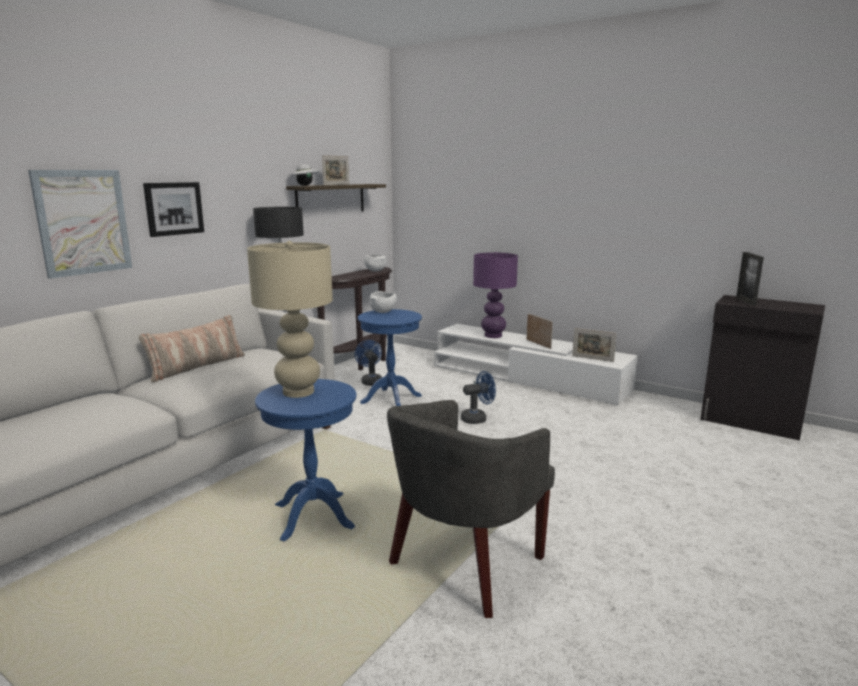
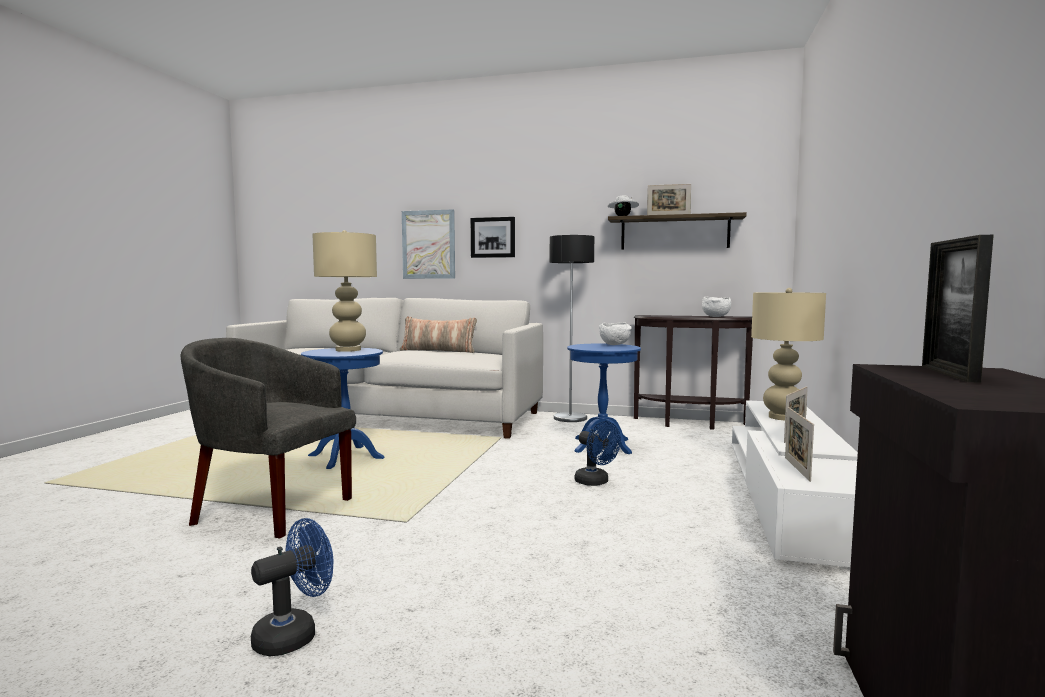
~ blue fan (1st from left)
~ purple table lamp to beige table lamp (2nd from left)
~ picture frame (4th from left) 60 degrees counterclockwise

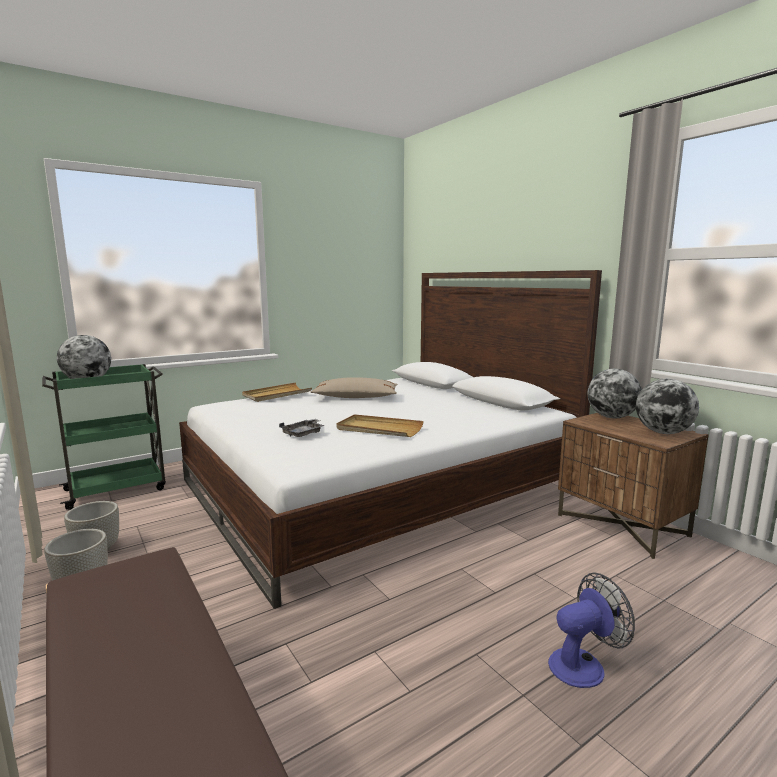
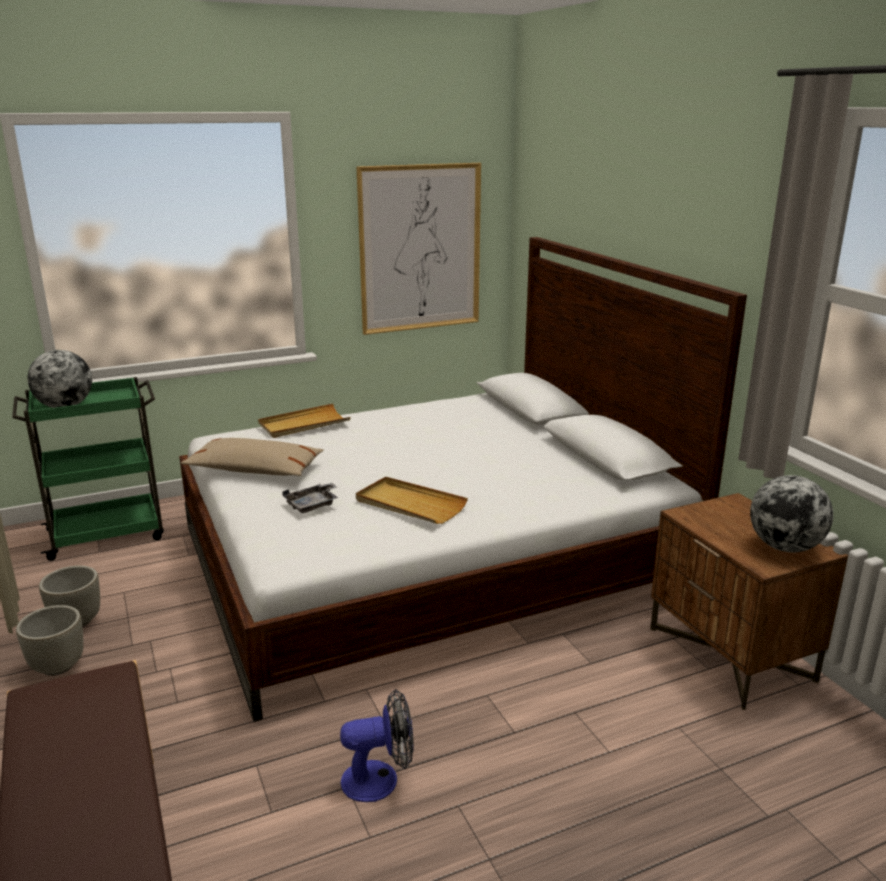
~ beige pillow
~ fan
- globe (2nd from left)
+ picture

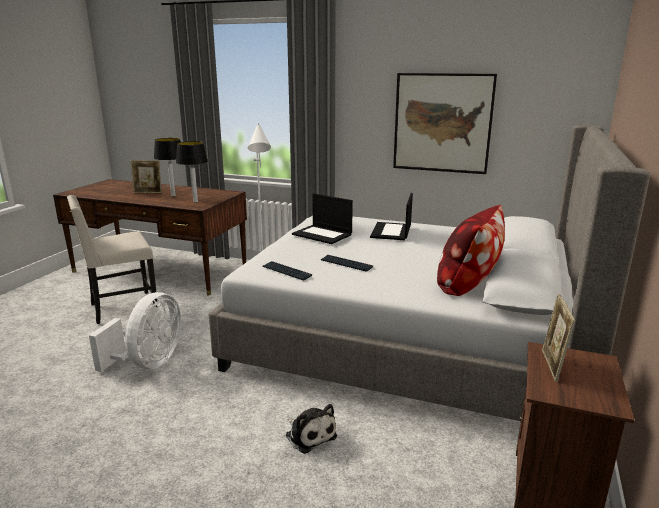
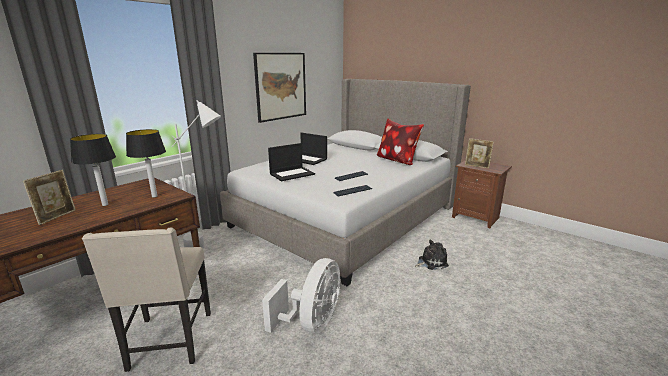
~ white fan 75 degrees clockwise

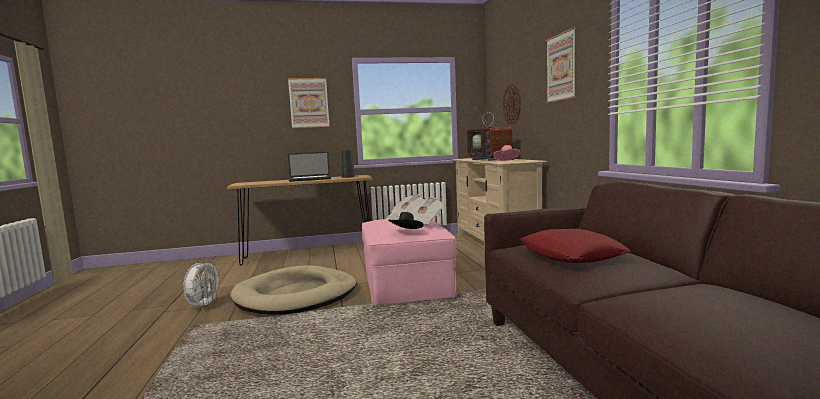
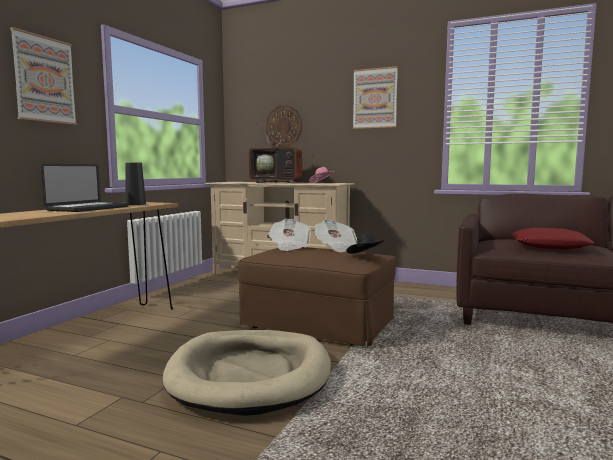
- white fan
~ pink ottoman to brown ottoman

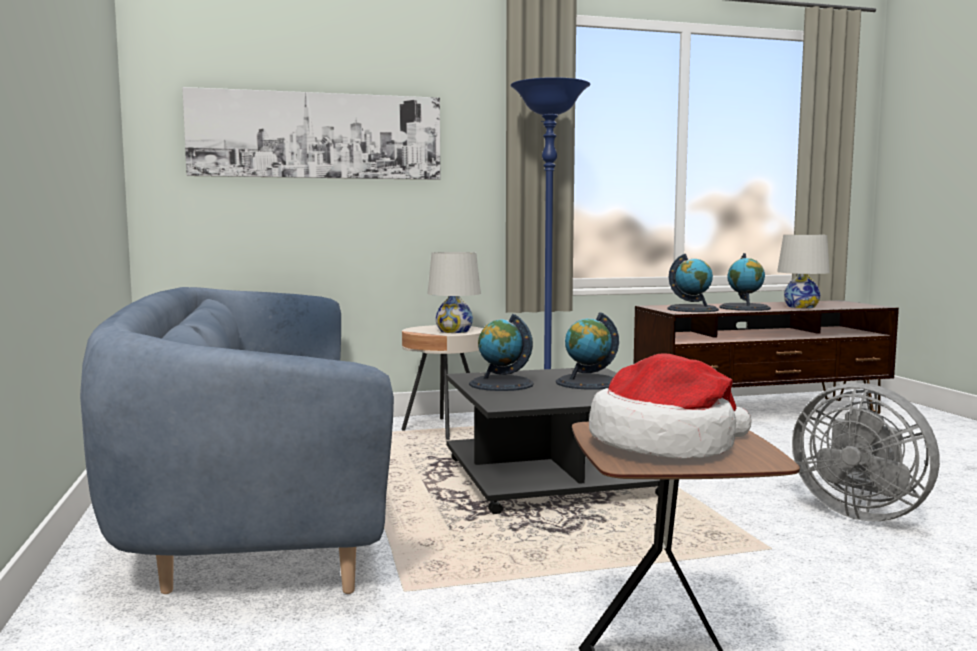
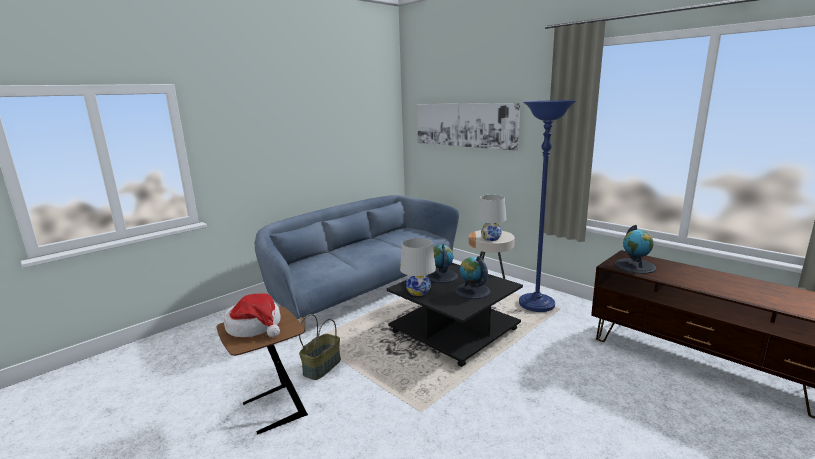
- globe (4th from left)
~ white table lamp (2nd from left in the first image) to white table lamp (1st from left)
- grey fan
+ basket

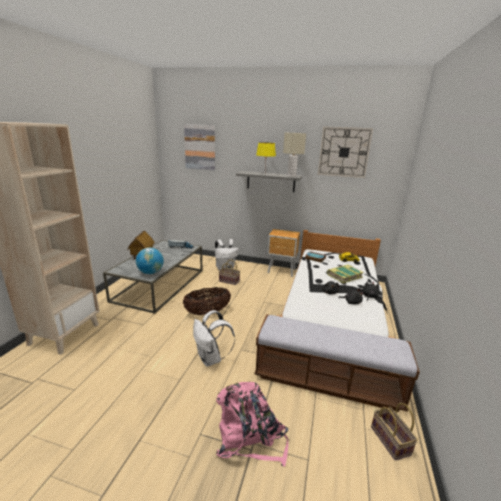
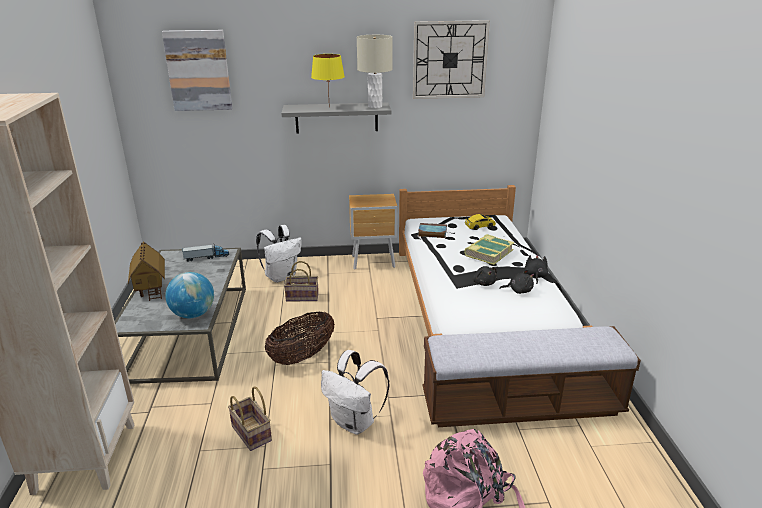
~ basket (3rd from left in the first image) to basket (1st from left)

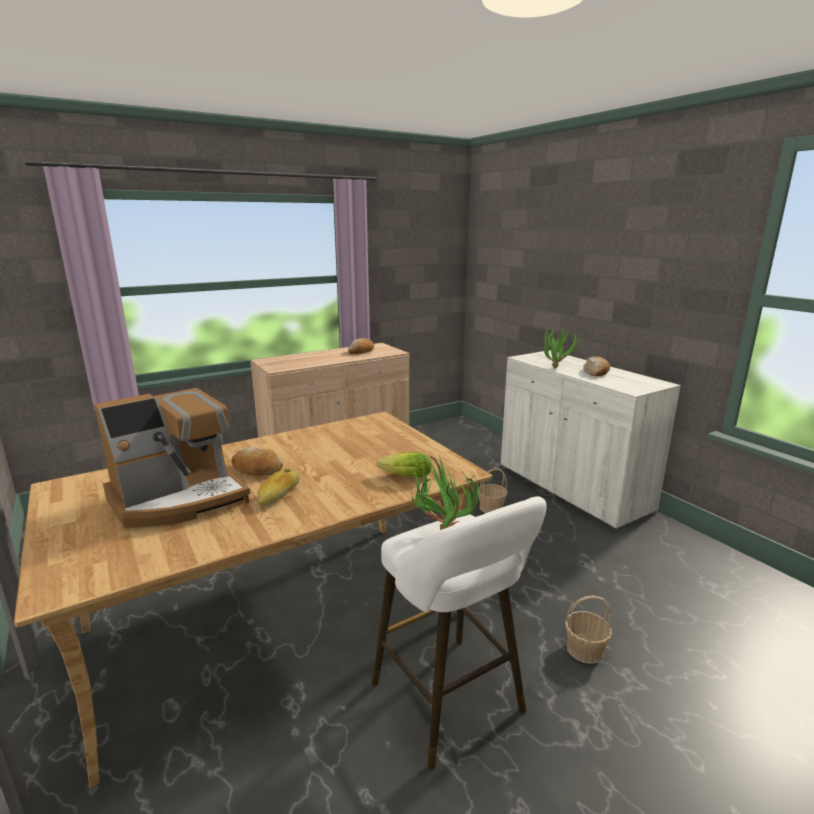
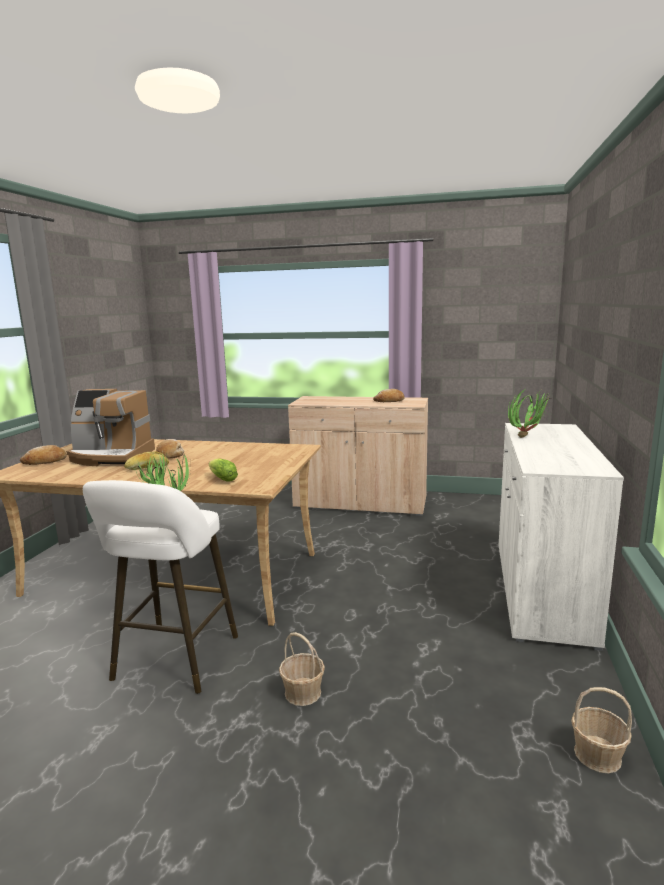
~ basket (1st from left in the first image) to basket (2nd from left)
~ bread (4th from left in the first image) to bread (1st from left)

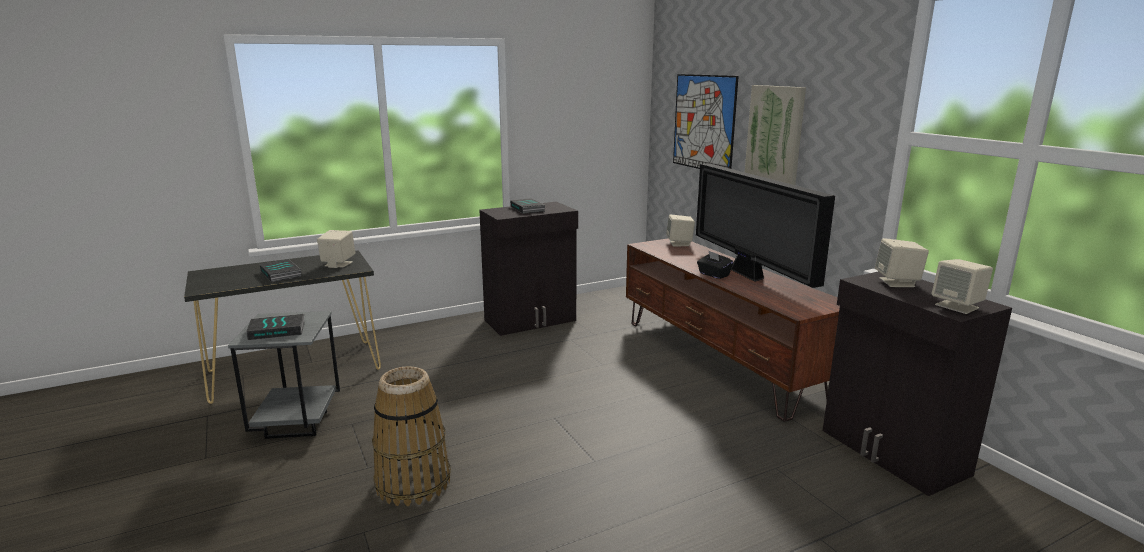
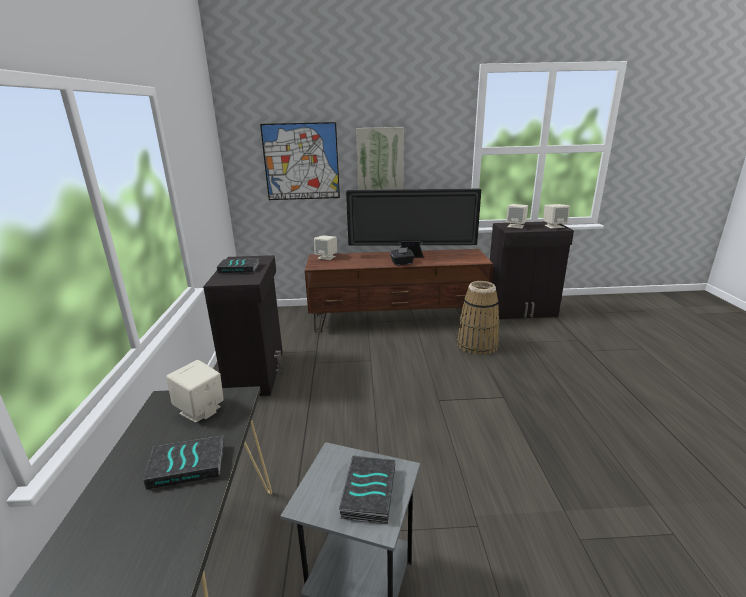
~ basket

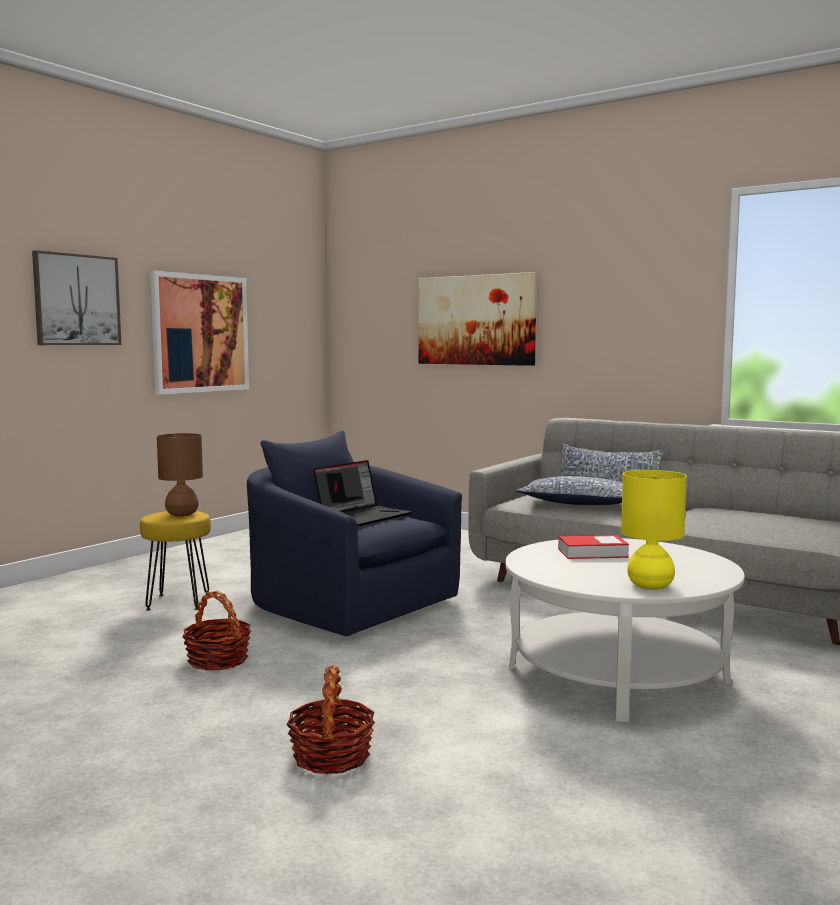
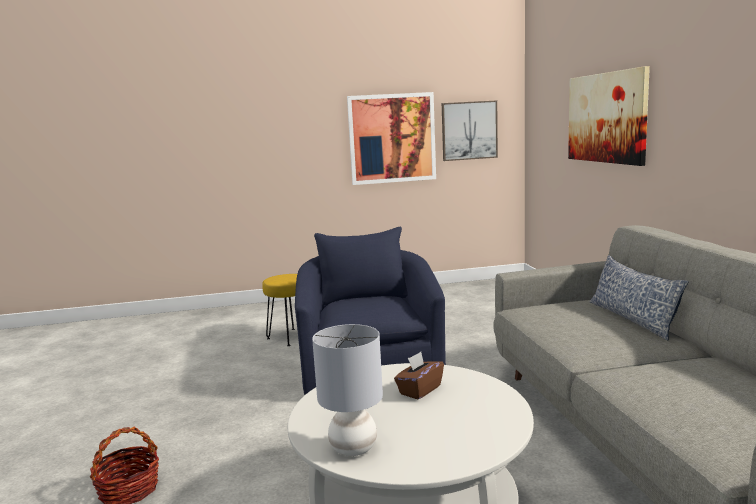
~ picture (1st from left in the first image) to picture (2nd from left)
- brown table lamp
- basket (1st from left)
- laptop
- pillow (1st from left)
~ book to brown tissue box
~ yellow table lamp to grey table lamp

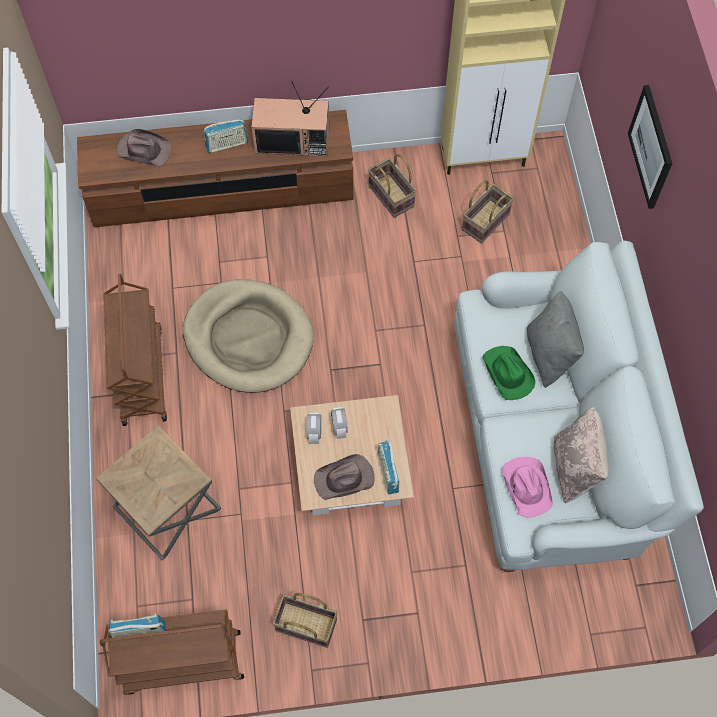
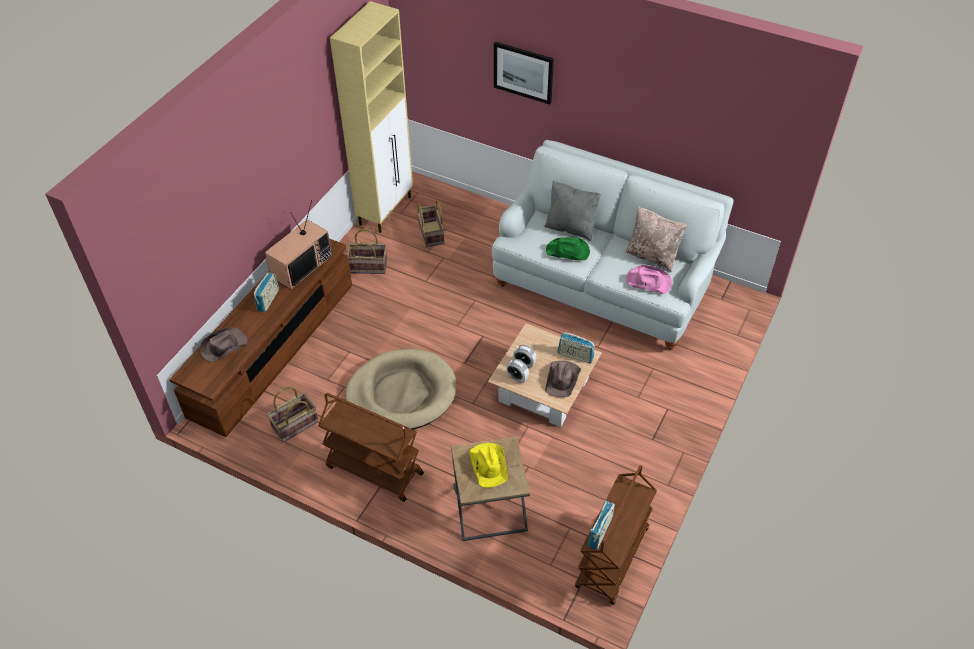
~ basket (1st from left)
+ yellow hat

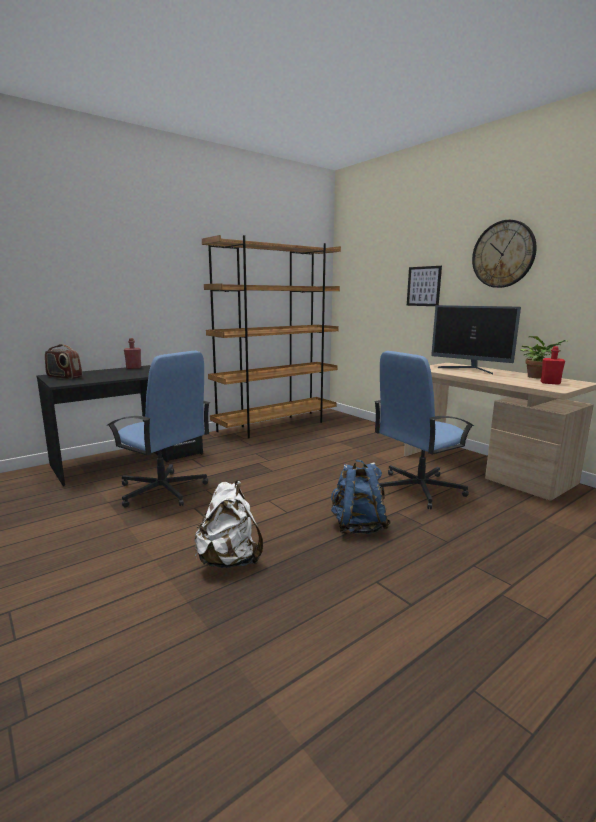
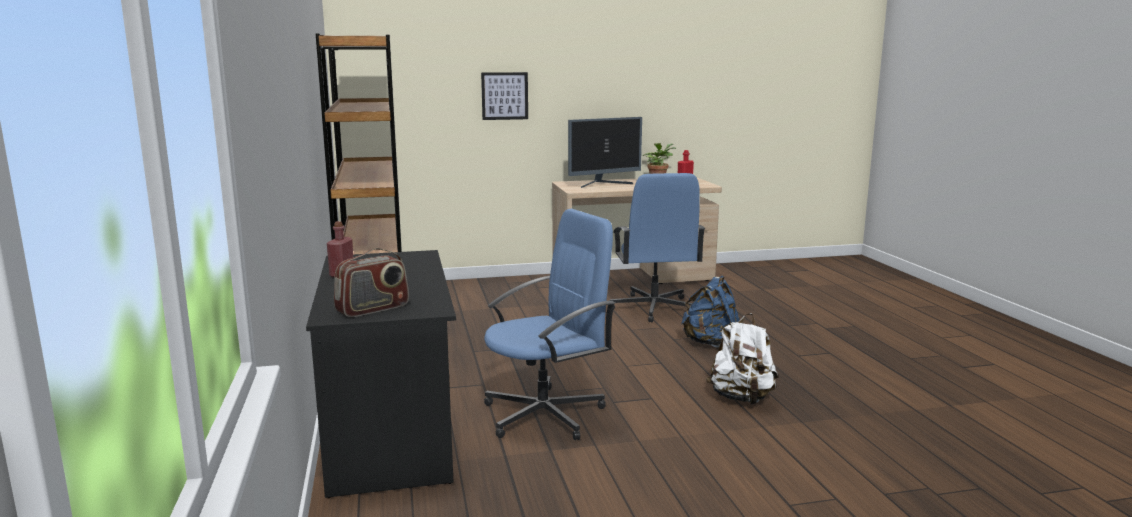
- wall clock

